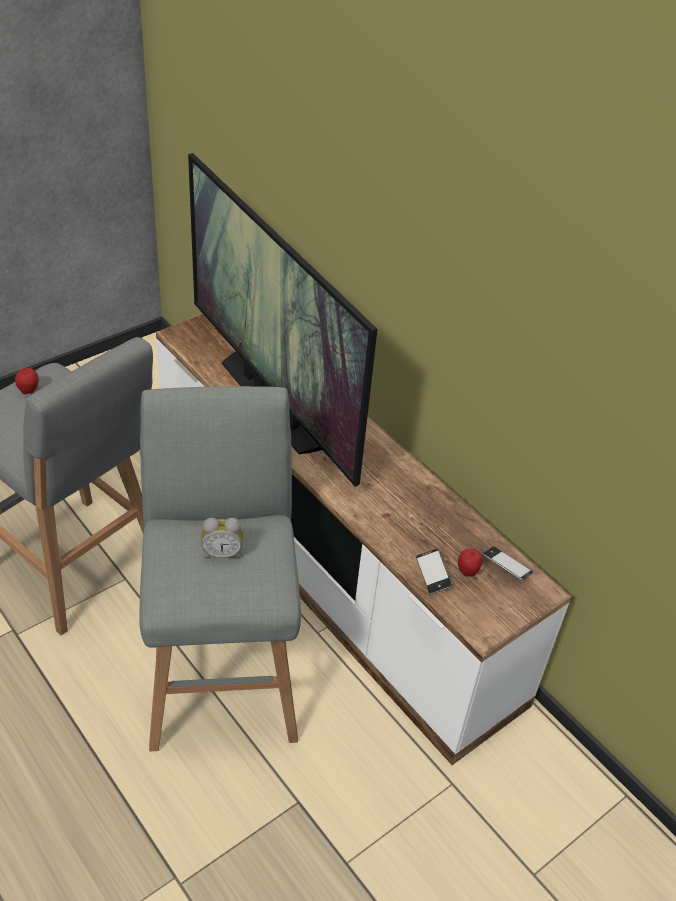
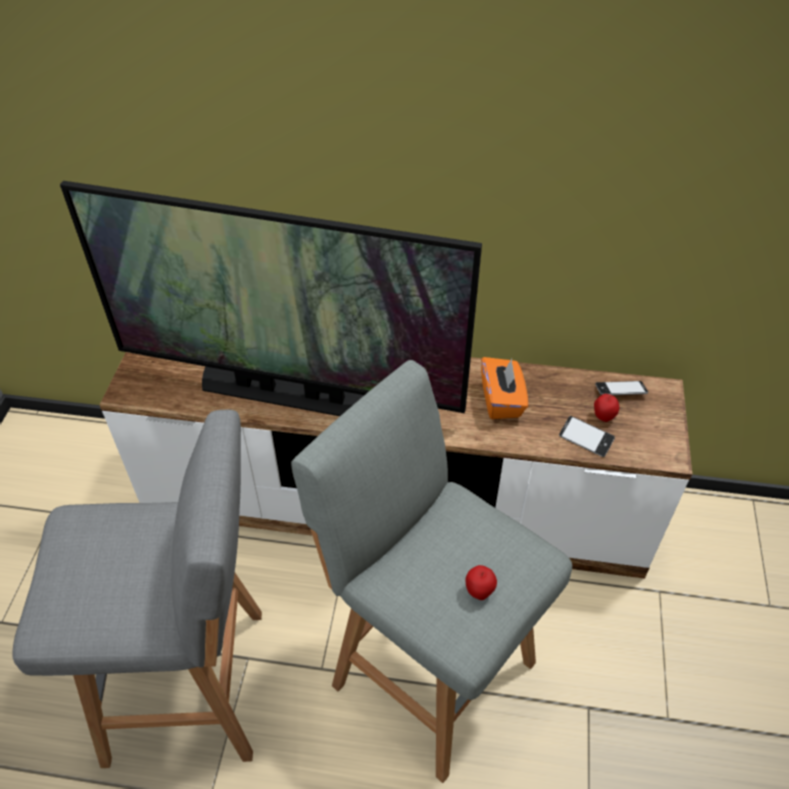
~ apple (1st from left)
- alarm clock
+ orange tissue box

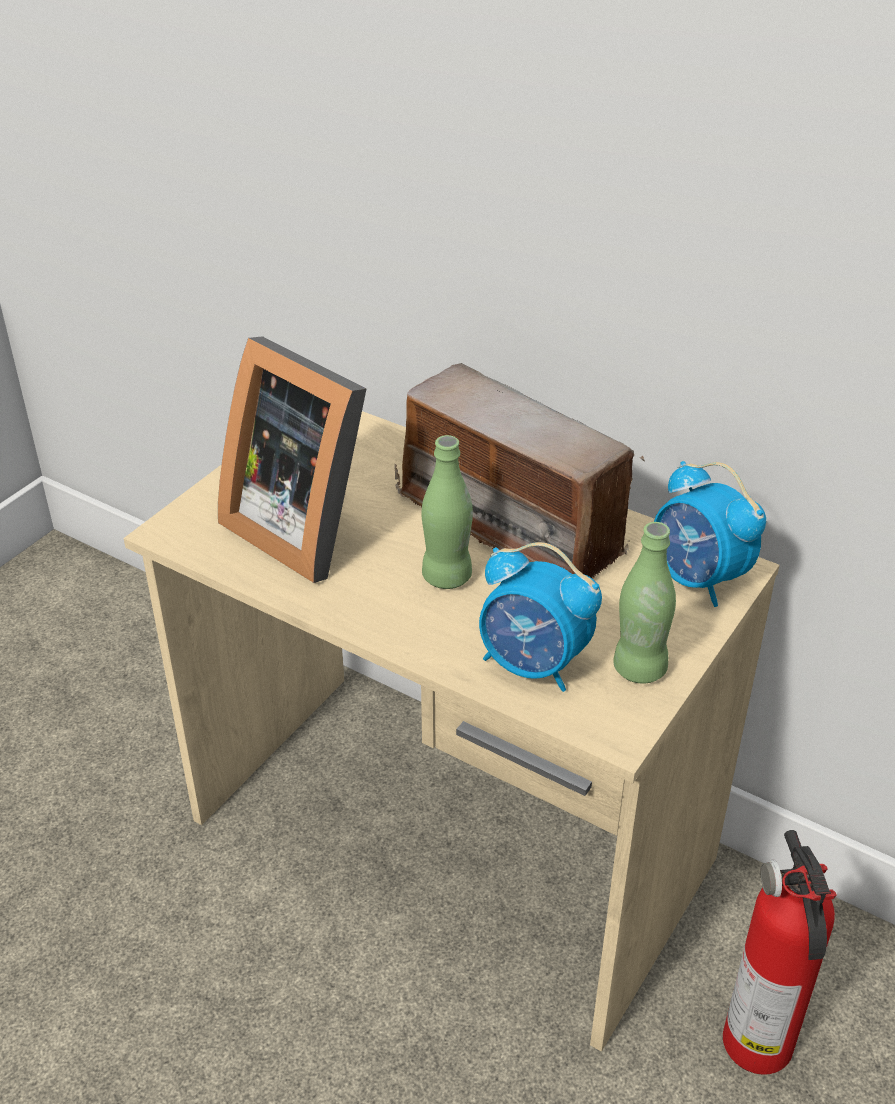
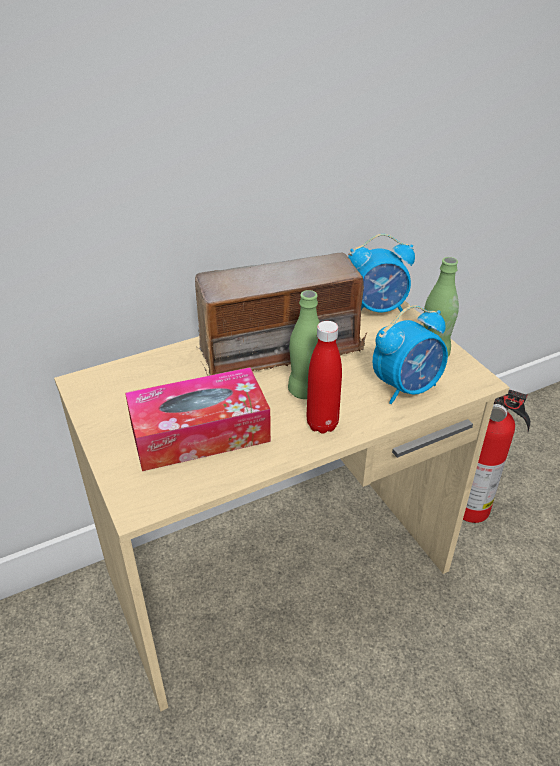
~ picture frame to tissue box
+ red bottle

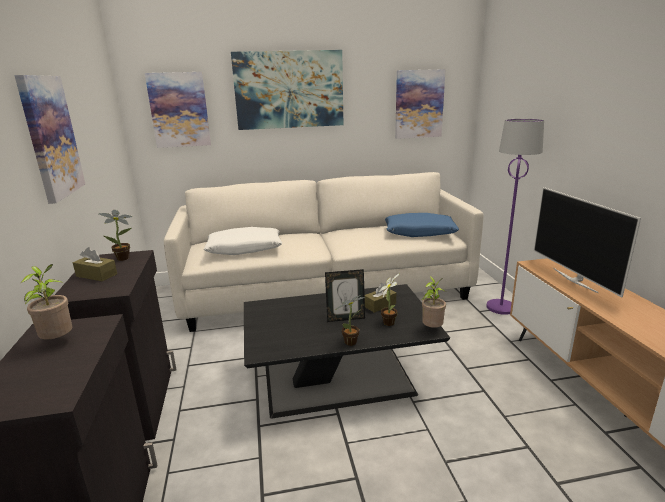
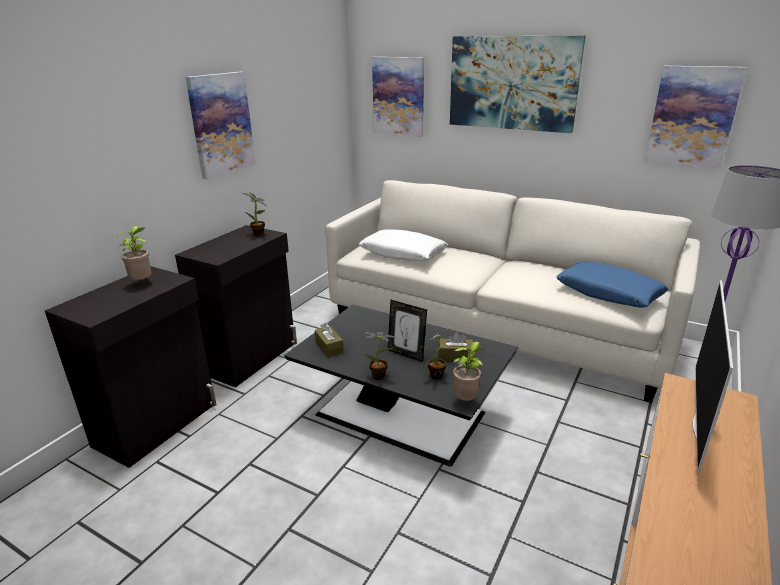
~ brown tissue box (1st from left)

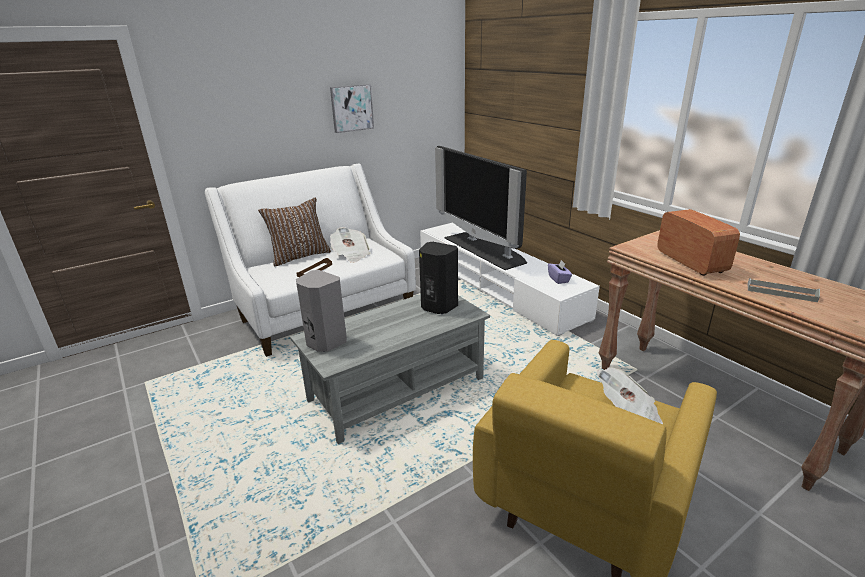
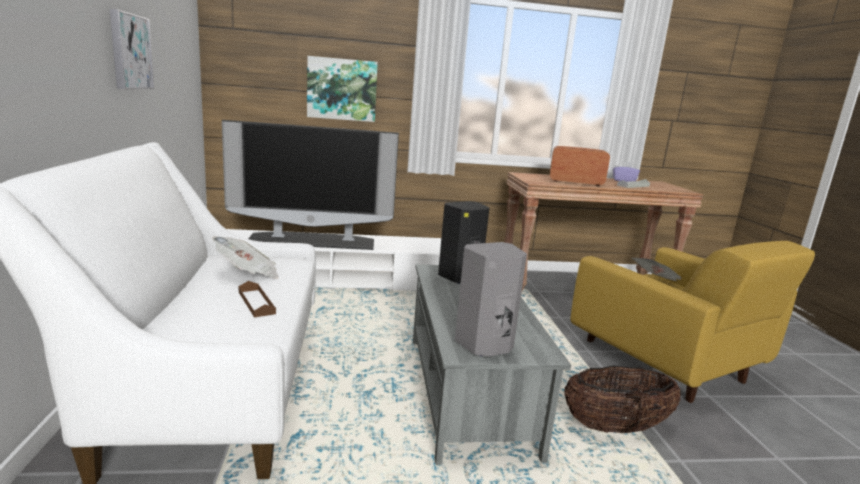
- brown pillow
~ purple tissue box
+ picture (2nd from left)
+ basket

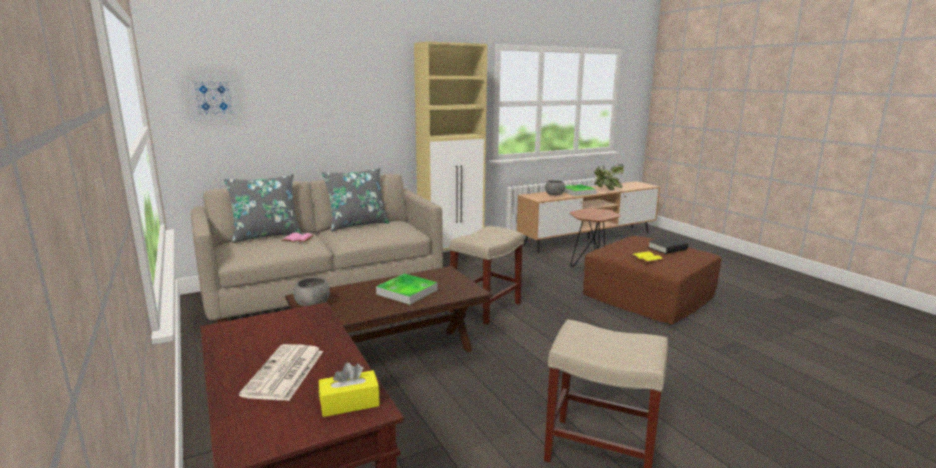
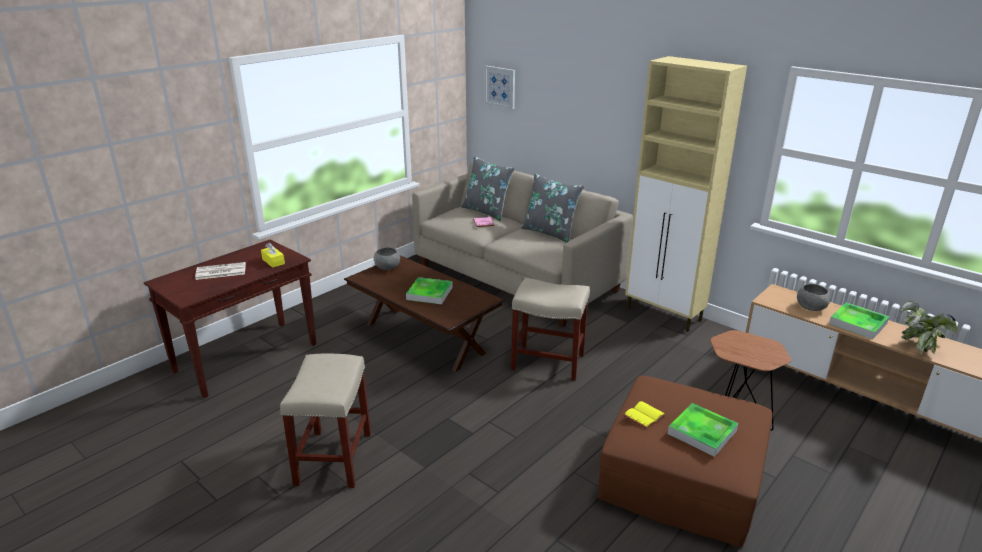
~ yellow tissue box
~ black book to tray (2nd from left)

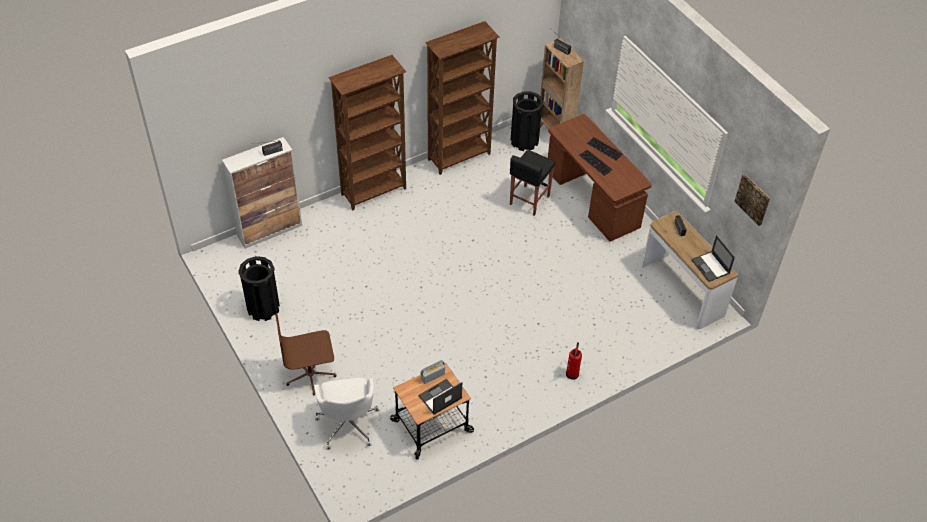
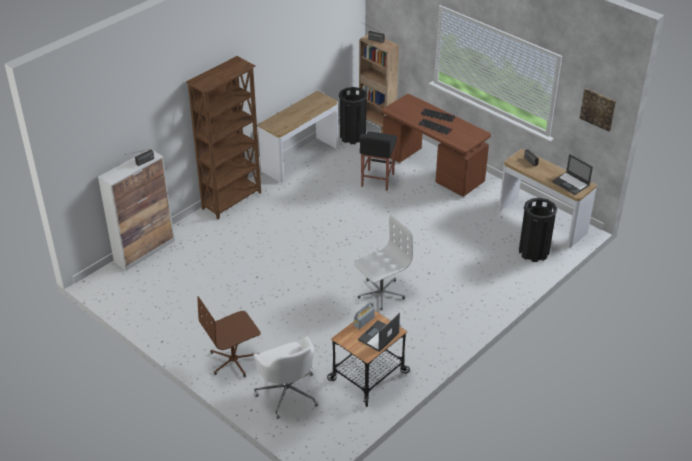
~ black trash can (1st from left in the first image) to black trash can (2nd from left)
~ brown bookcase (2nd from left) to console table (1st from left)
- fire extinguisher
+ white office chair (2nd from left)

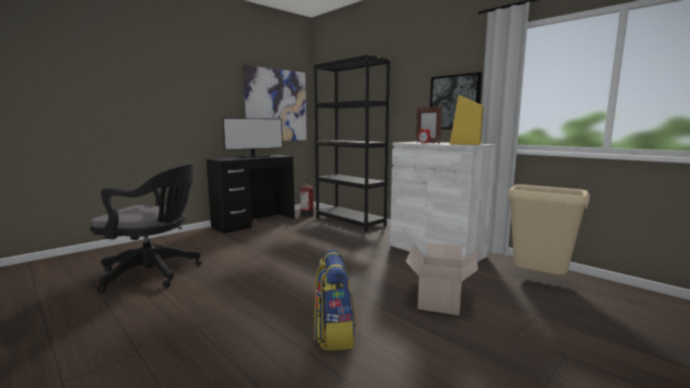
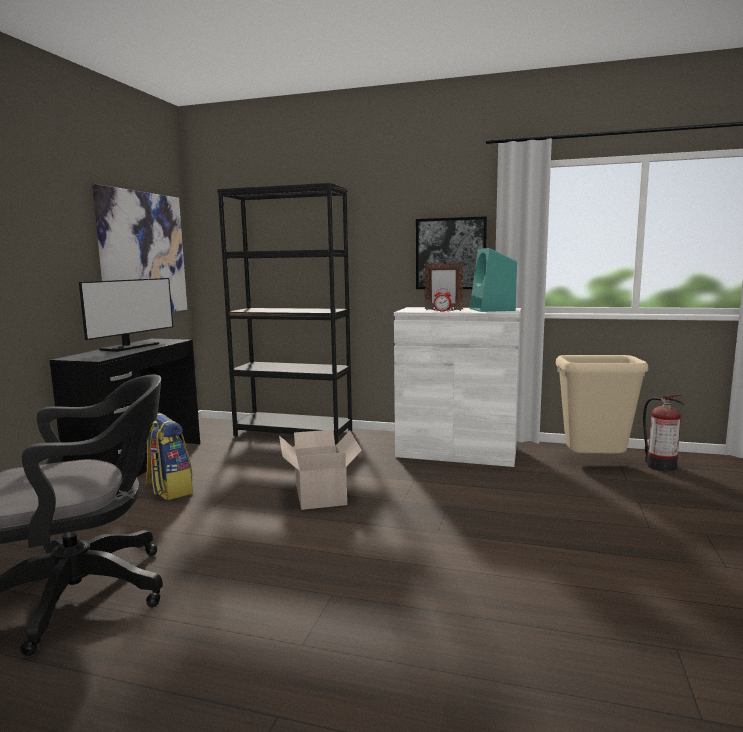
~ fire extinguisher
~ backpack
~ cardboard box
~ yellow speaker to turquoise speaker

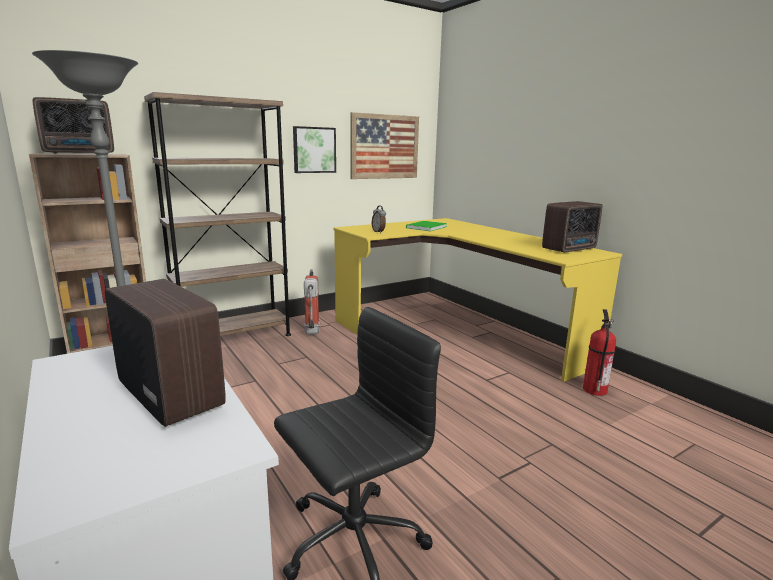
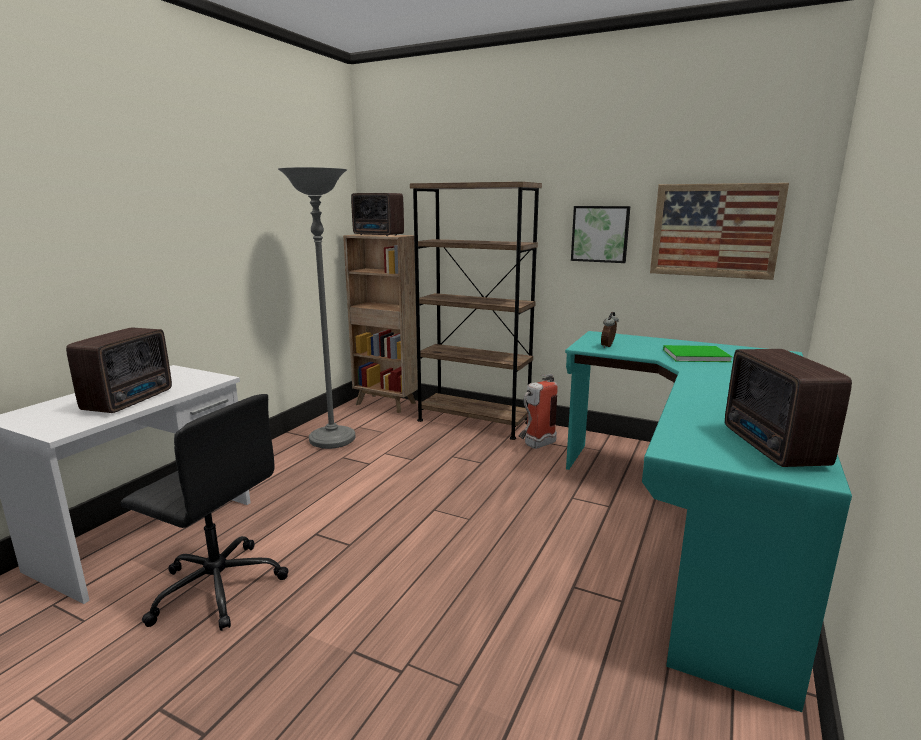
~ yellow desk to turquoise desk
~ radio (3rd from left) 60 degrees clockwise
- fire extinguisher (2nd from left)

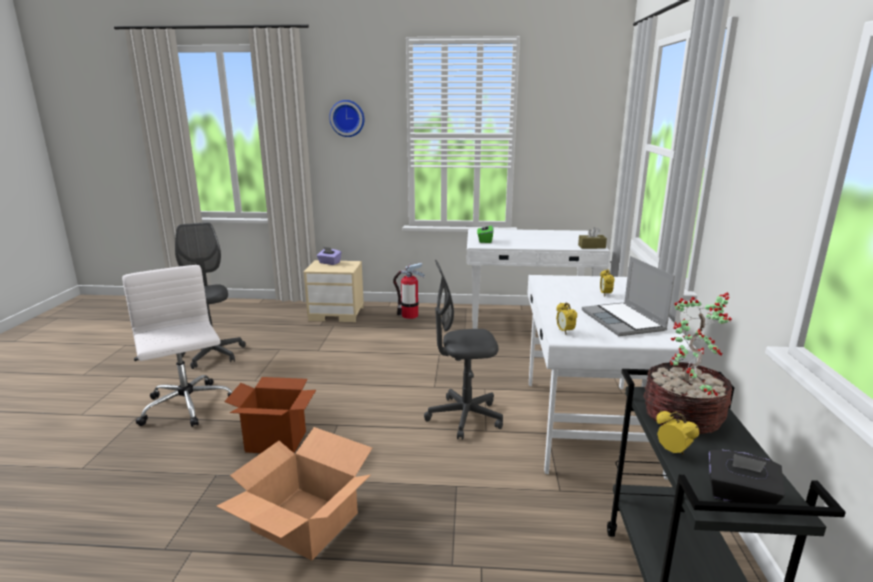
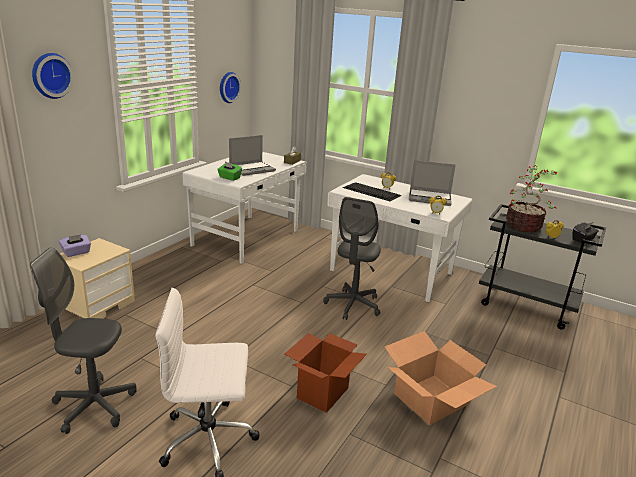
- fire extinguisher
+ wall clock (2nd from left)
+ laptop (1st from left)
+ keyboard

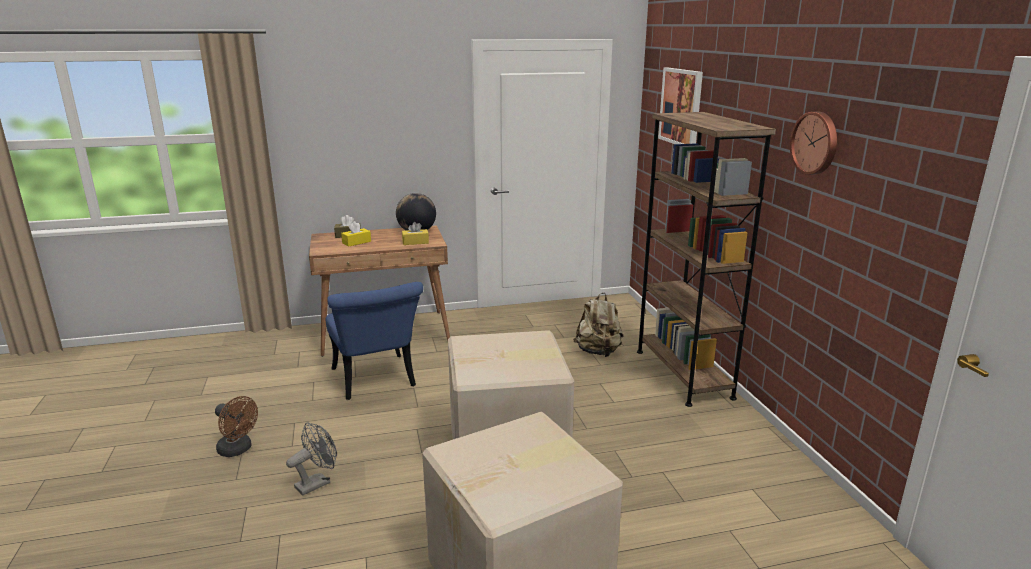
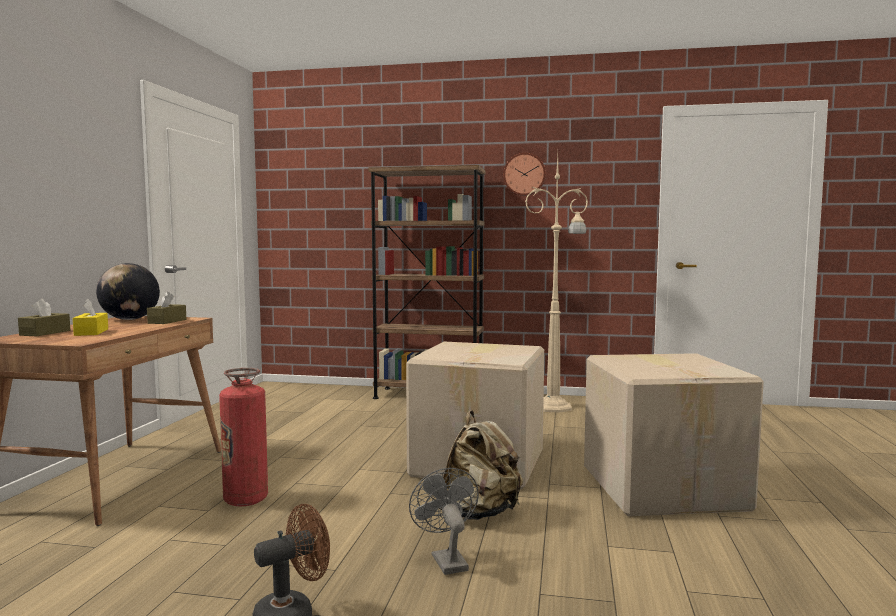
~ blue chair to fire extinguisher
~ yellow tissue box (2nd from left) to brown tissue box (2nd from left)
~ beige backpack
- picture
+ beige floor lamp

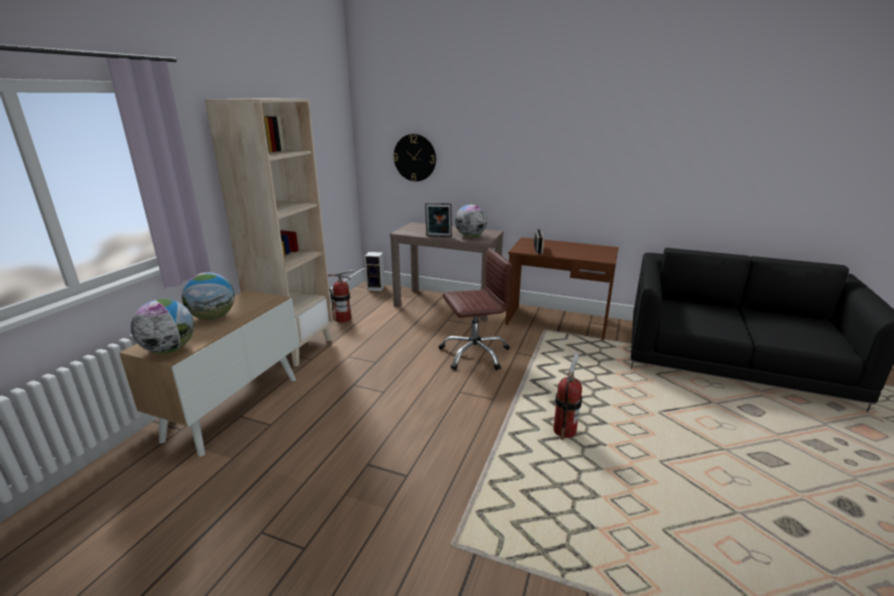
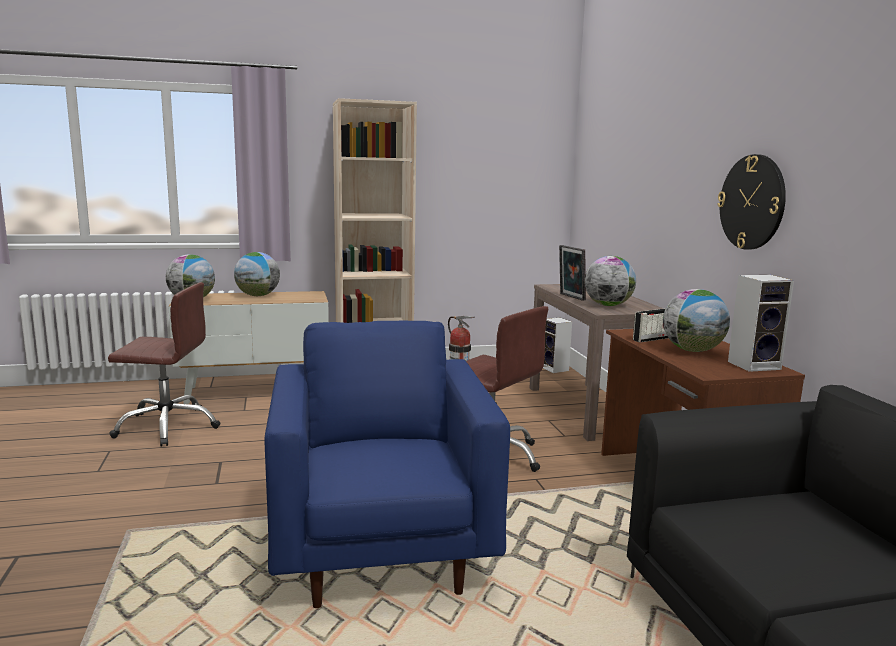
~ wall clock
~ fire extinguisher (2nd from left) to blue armchair
+ brown office chair (1st from left)
+ globe (4th from left)
+ speaker (2nd from left)

